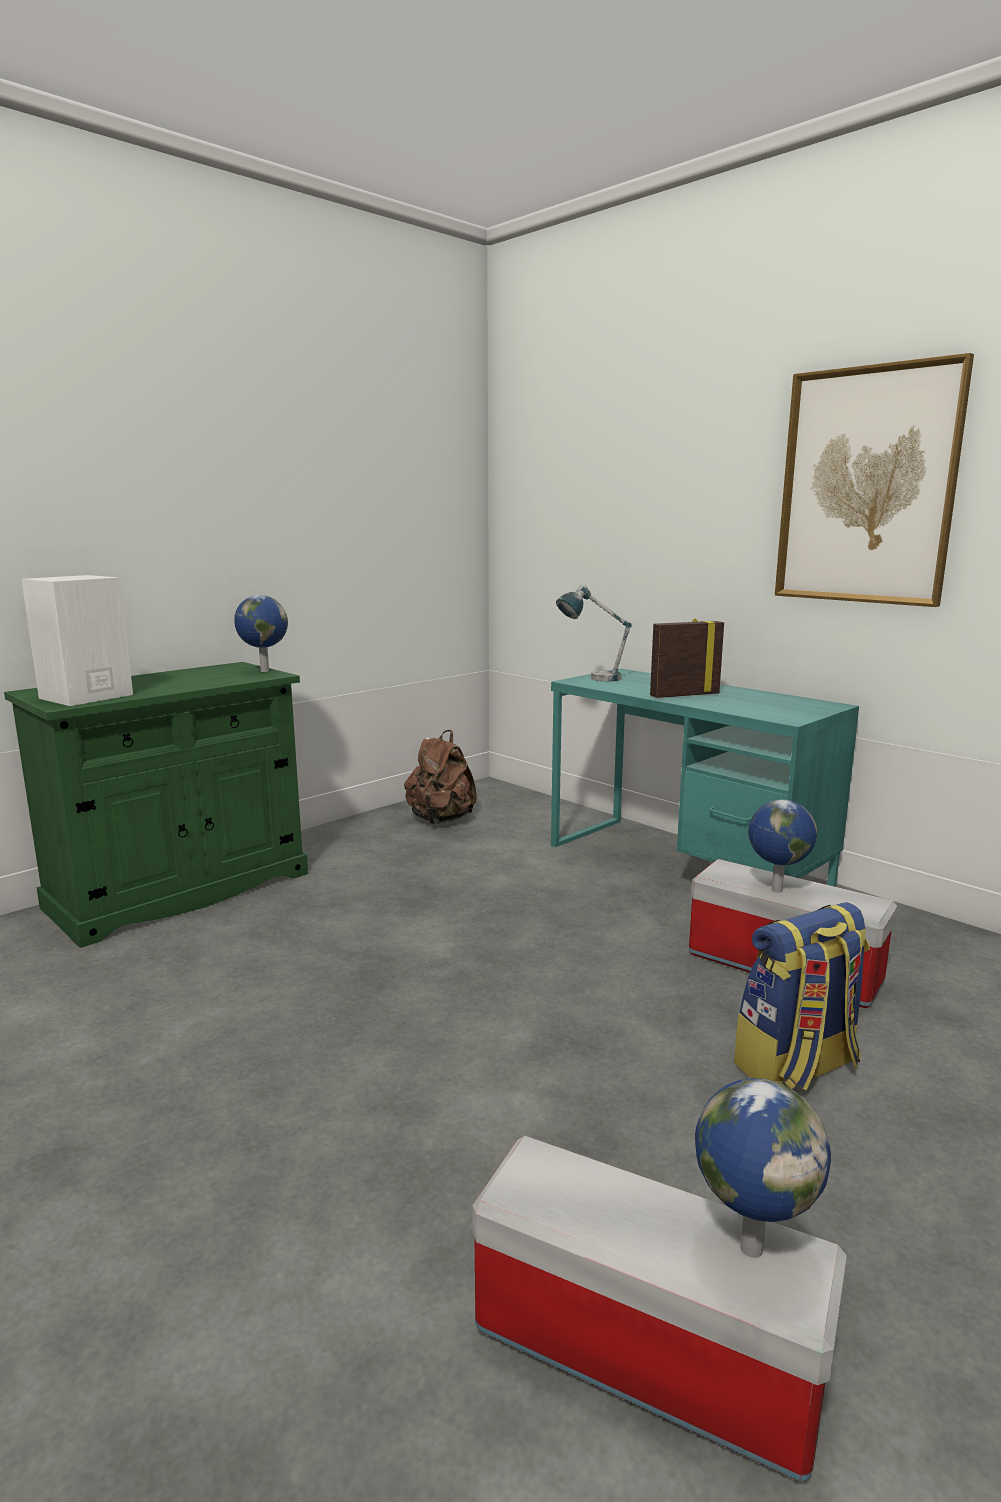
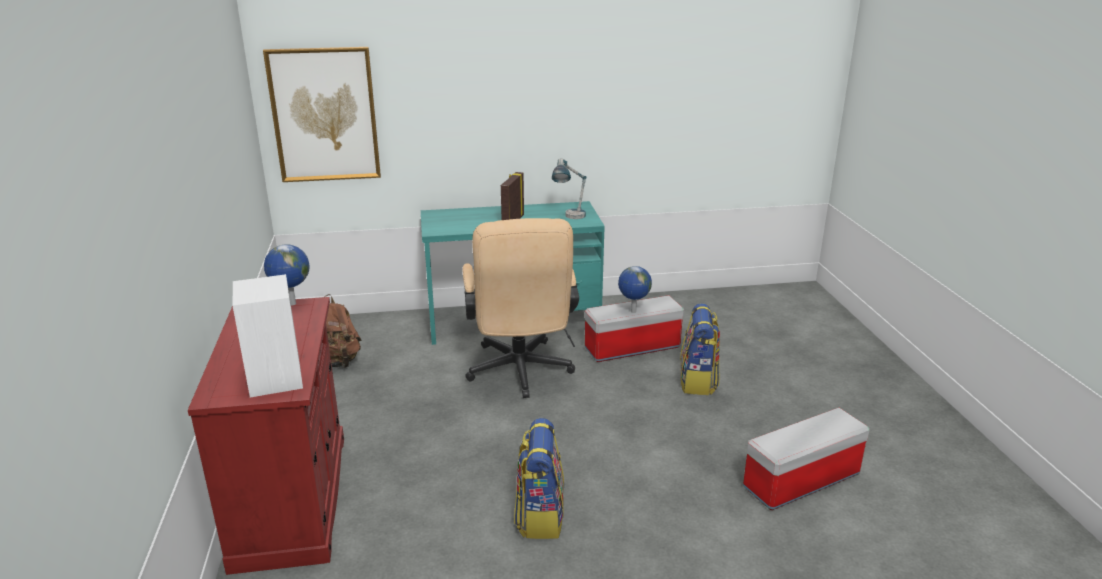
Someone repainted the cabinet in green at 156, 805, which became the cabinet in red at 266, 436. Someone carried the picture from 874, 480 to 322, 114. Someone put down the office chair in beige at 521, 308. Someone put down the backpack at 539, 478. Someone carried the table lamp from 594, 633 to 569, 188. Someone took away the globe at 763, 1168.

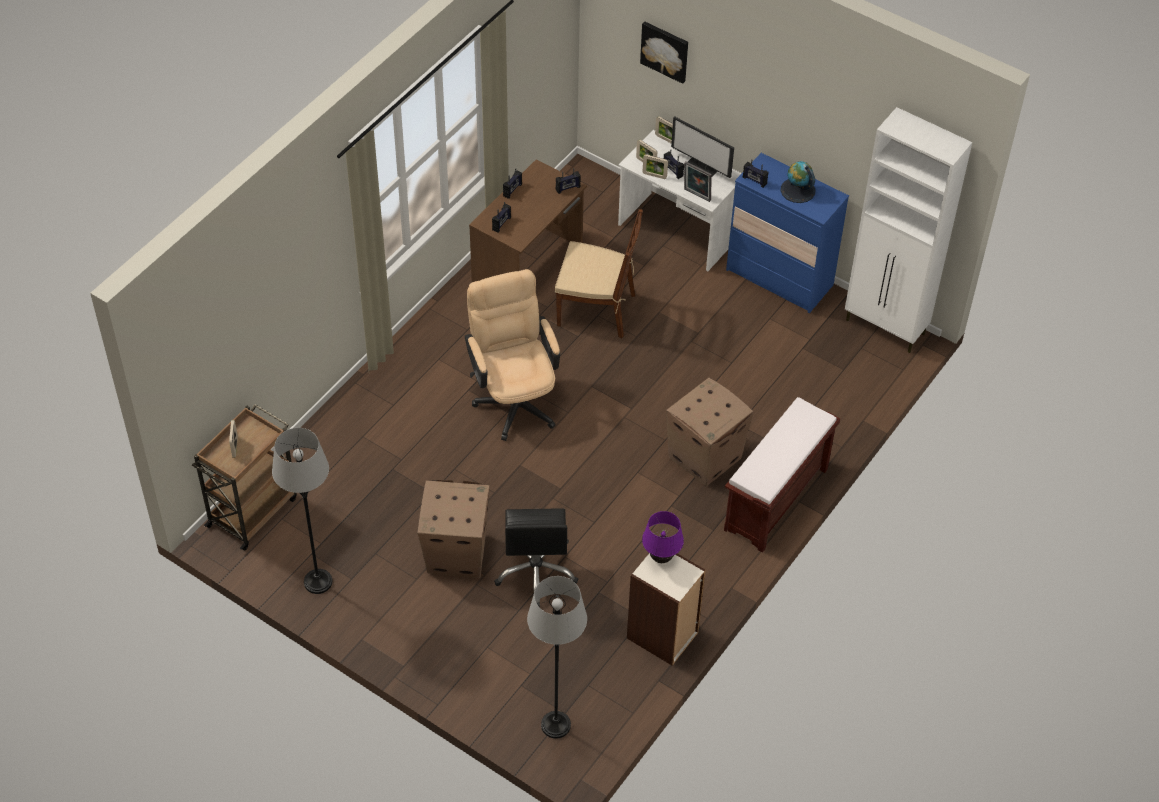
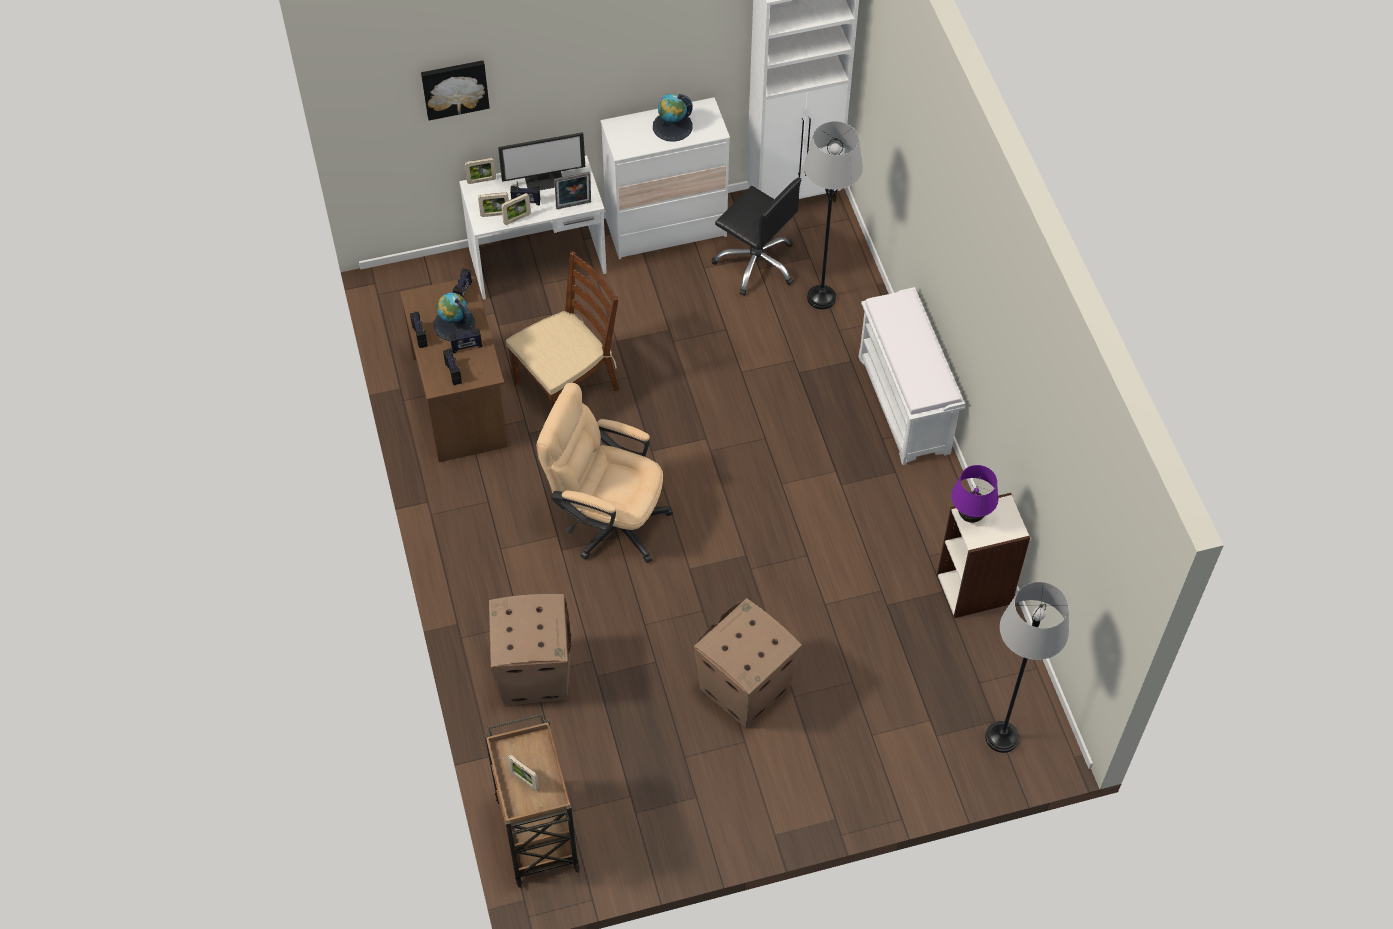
Someone put down the globe at 454, 317. Someone carried the radio from 756, 174 to 466, 339. Someone carried the cardboard box from 709, 432 to 530, 650. Someone repainted the dresser in blue at 787, 233, which became the dresser in white at 665, 178. Someone carried the office chair in black from 536, 557 to 756, 237. Someone carried the floor lamp in grey from 302, 511 to 833, 215. Someone repainted the bench in brown at 782, 475, which became the bench in white at 912, 376.

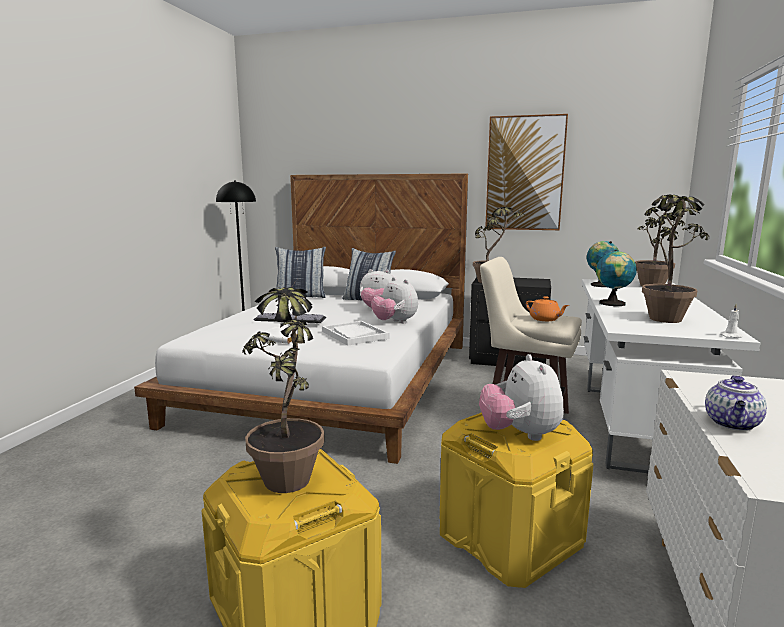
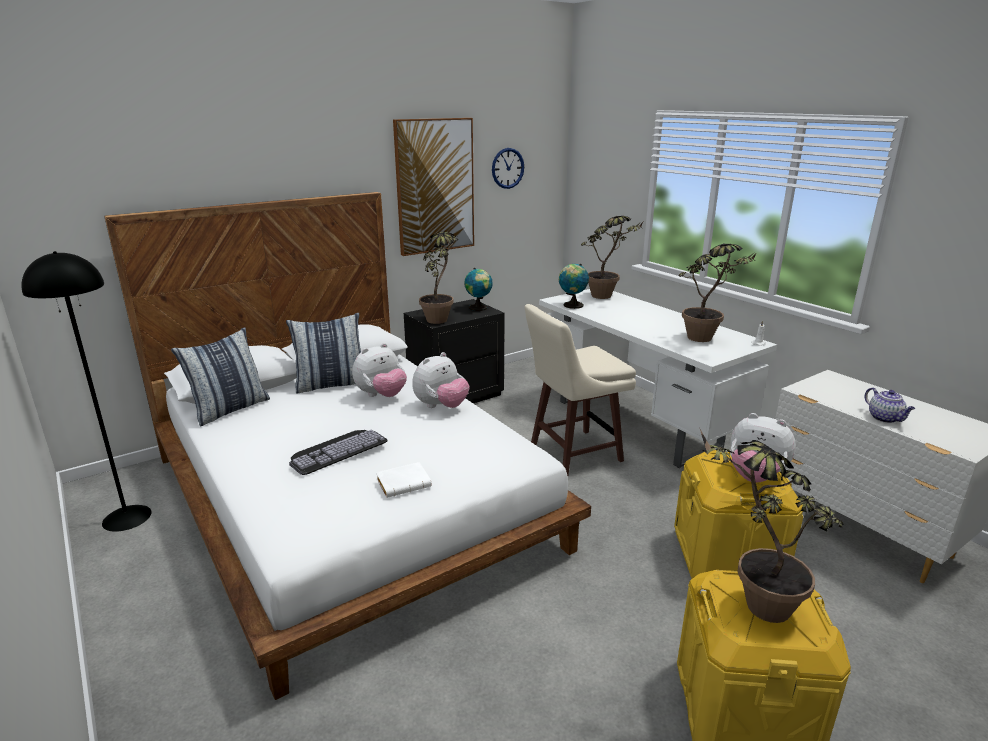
Someone rotated the plush toy at 394, 300 by 45 degrees counterclockwise. Someone carried the globe from 616, 278 to 478, 289. Someone put up the wall clock at 508, 168. Someone took away the tray in white at 355, 333. Someone took away the teapot in orange at 547, 308.

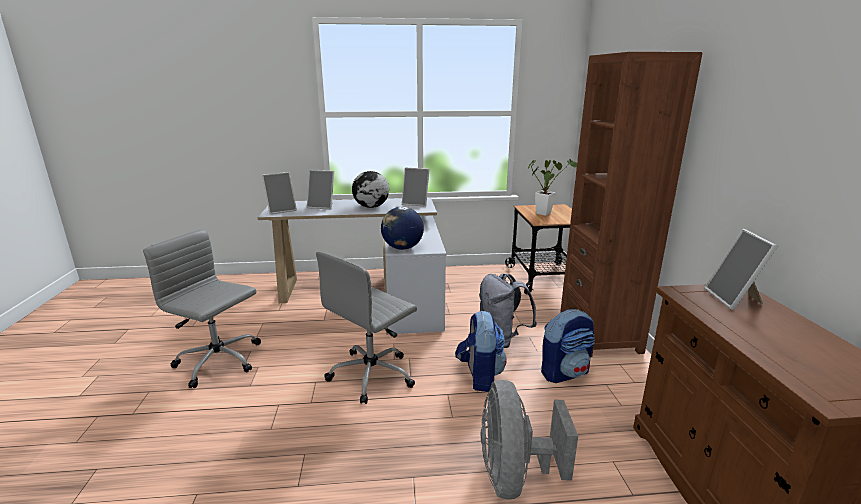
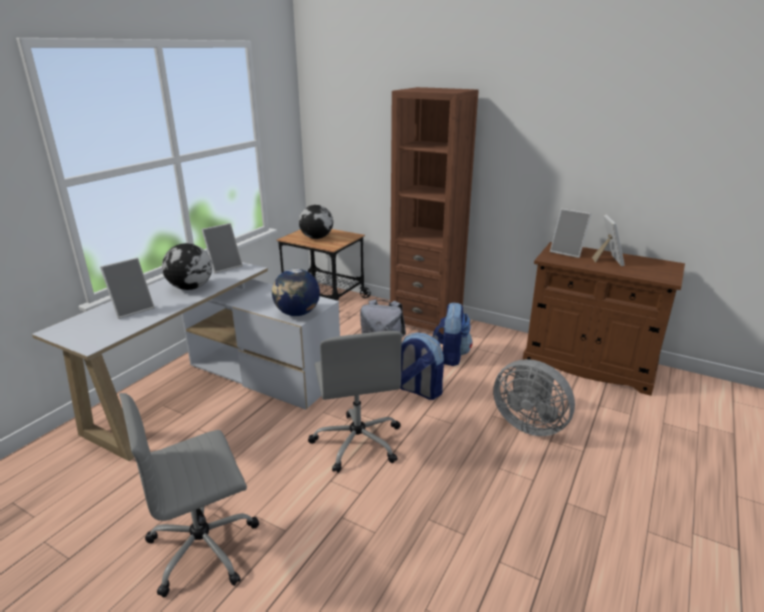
Someone swapped the potted plant at 552, 187 for the globe at 316, 222. Someone carried the picture frame from 279, 193 to 608, 240.

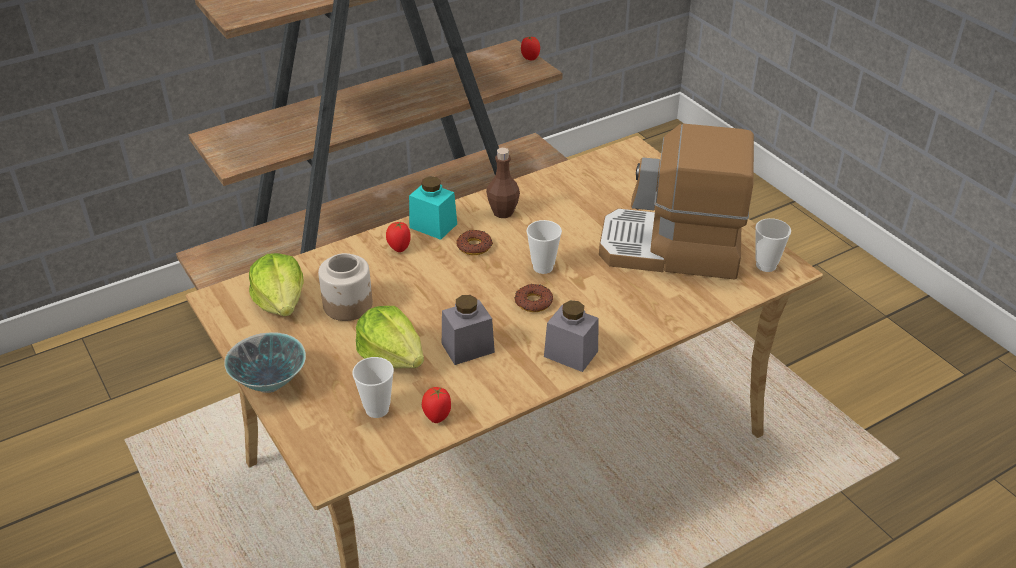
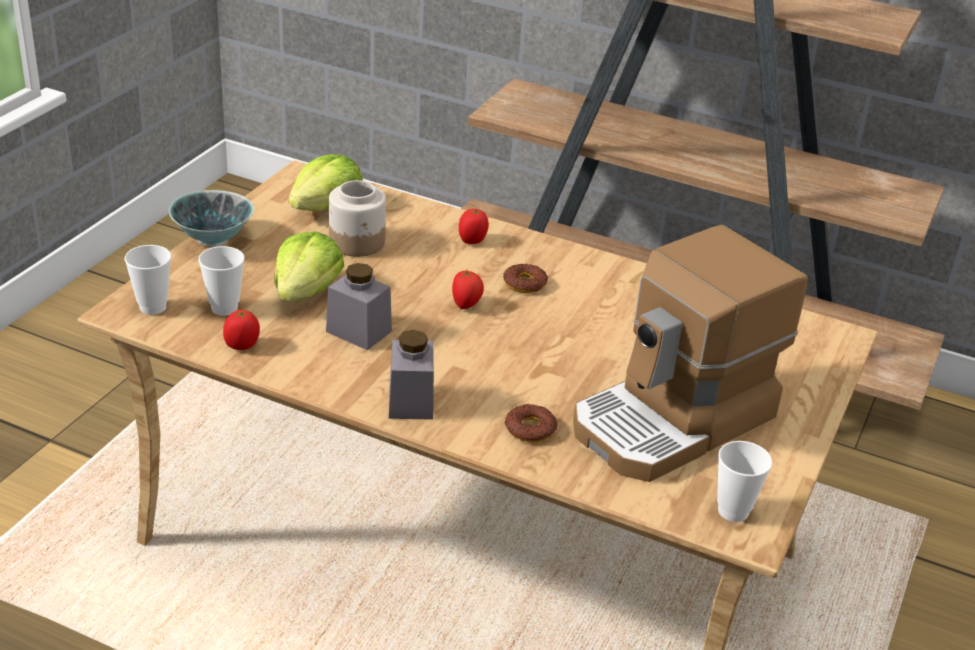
Someone carried the cup from 544, 247 to 147, 280. Someone carried the tomato from 530, 48 to 468, 289. Someone carried the donut from 534, 298 to 531, 423. Someone rotated the coffee machine at 676, 201 by 105 degrees counterclockwise. Someone took away the jar in turquoise at 433, 208. Someone took away the bottle in brown at 503, 183.

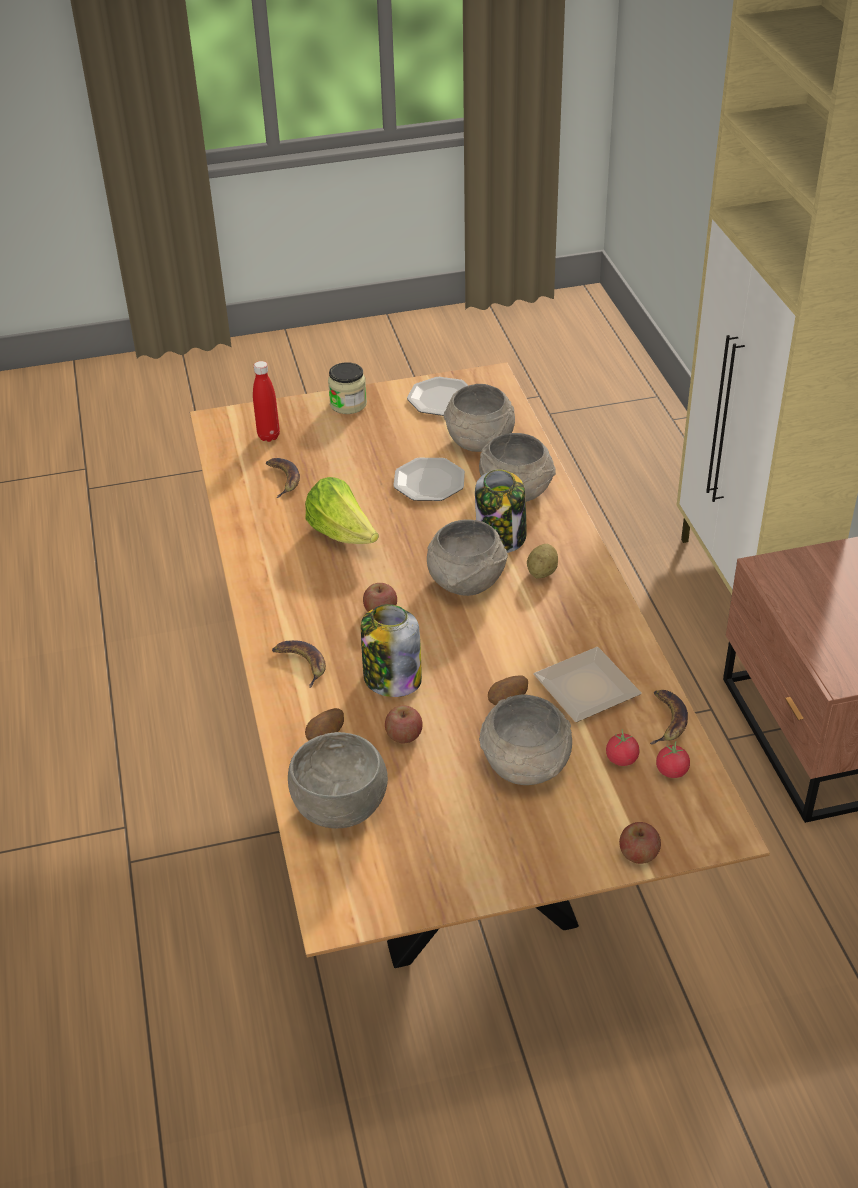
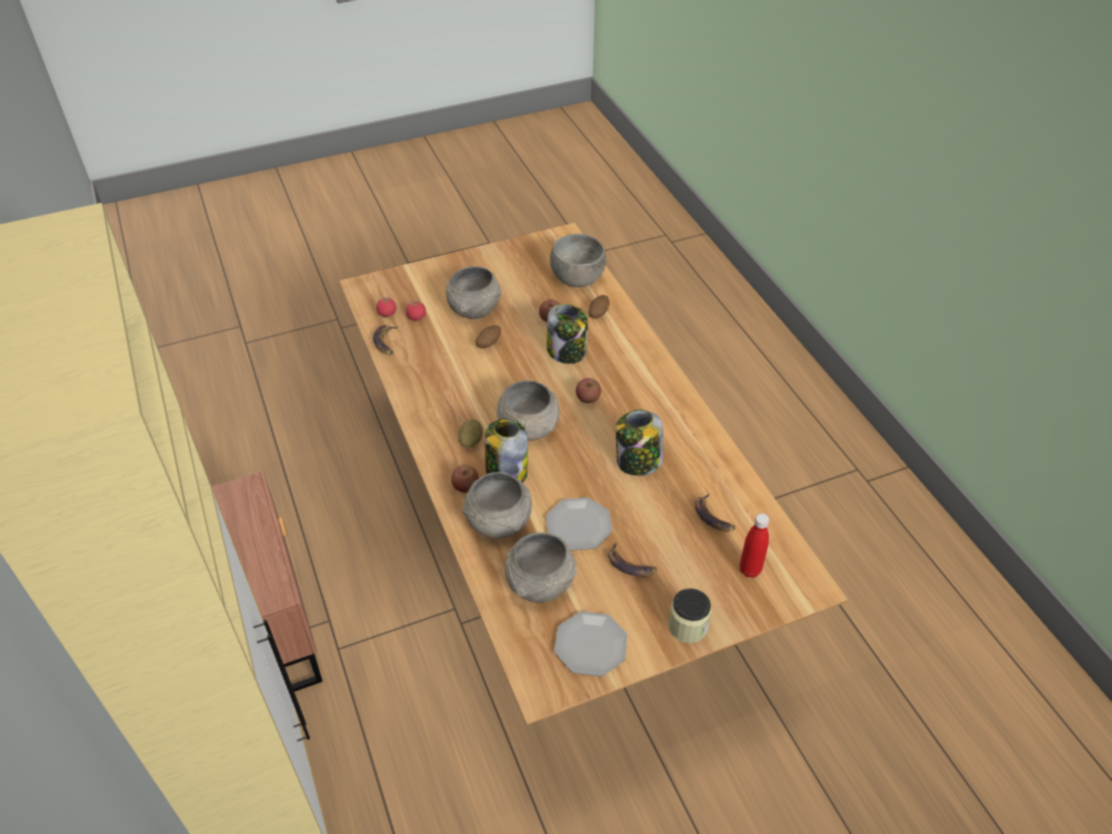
Someone carried the apple from 640, 843 to 465, 479. Someone carried the banana from 299, 664 to 632, 559. Someone swapped the lettuce at 342, 510 for the jar at 639, 443. Someone took away the plate at 587, 684.

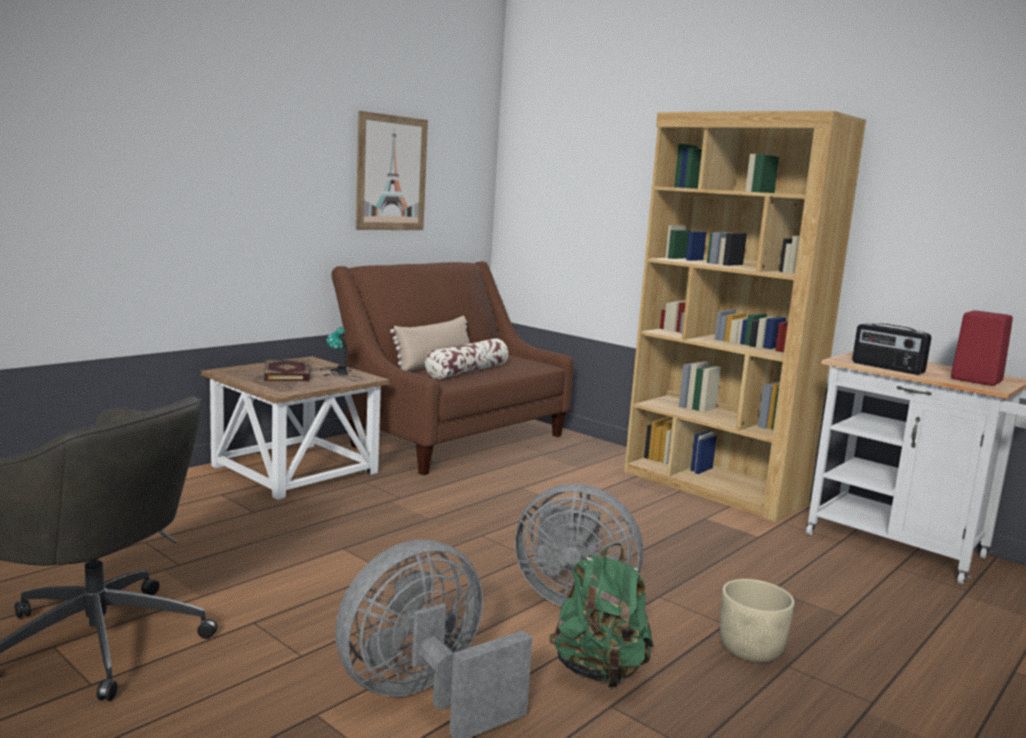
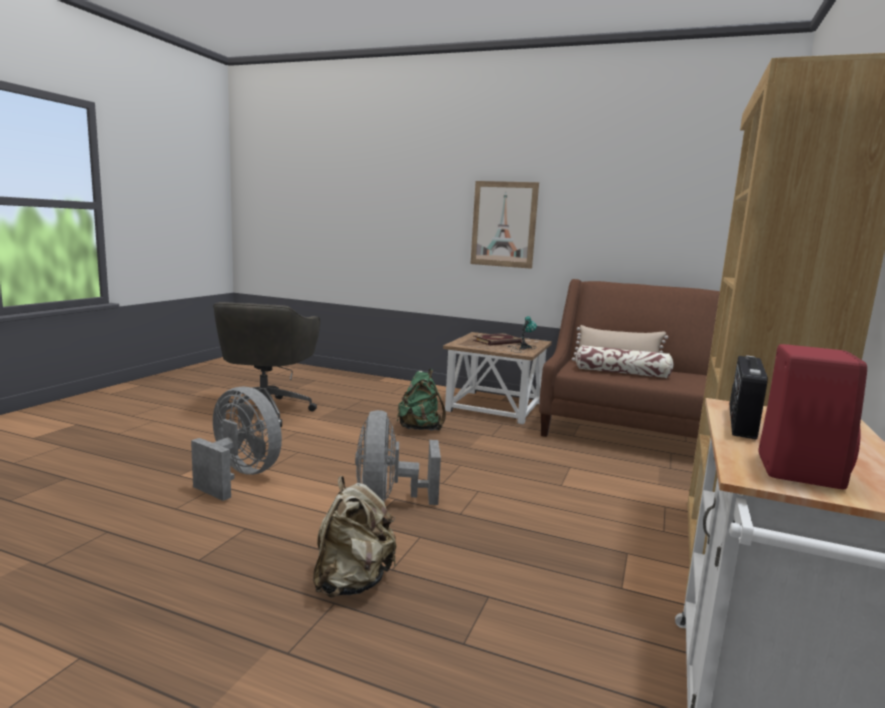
Someone swapped the planter in beige at 757, 620 for the backpack in beige at 354, 537. Someone carried the backpack in green from 601, 615 to 421, 400. Someone carried the picture from 392, 170 to 505, 225.

